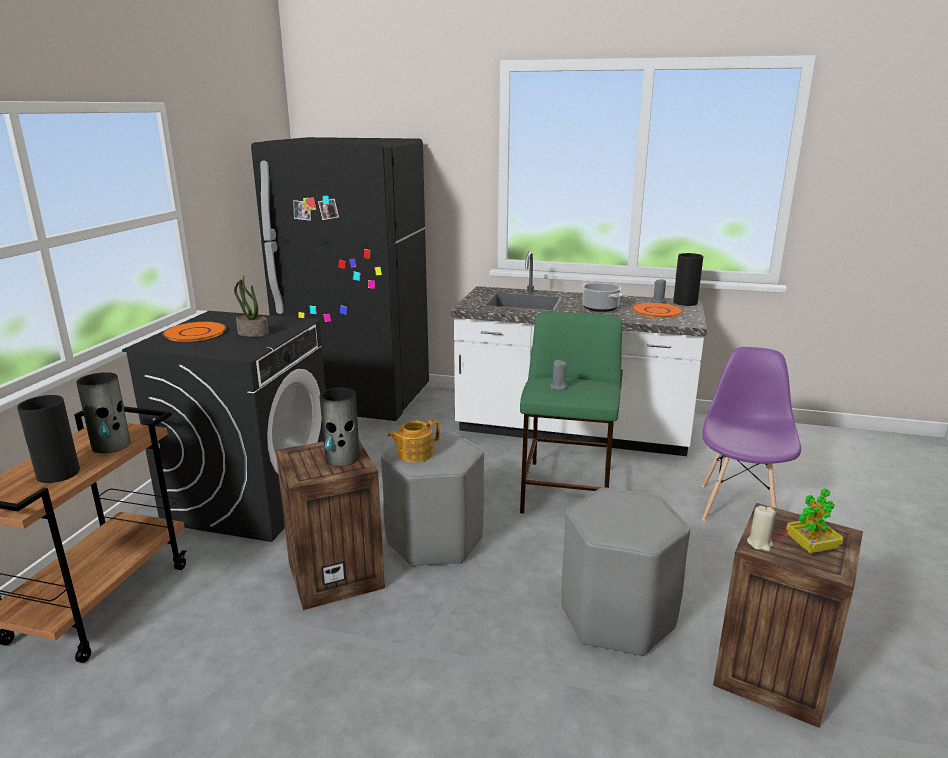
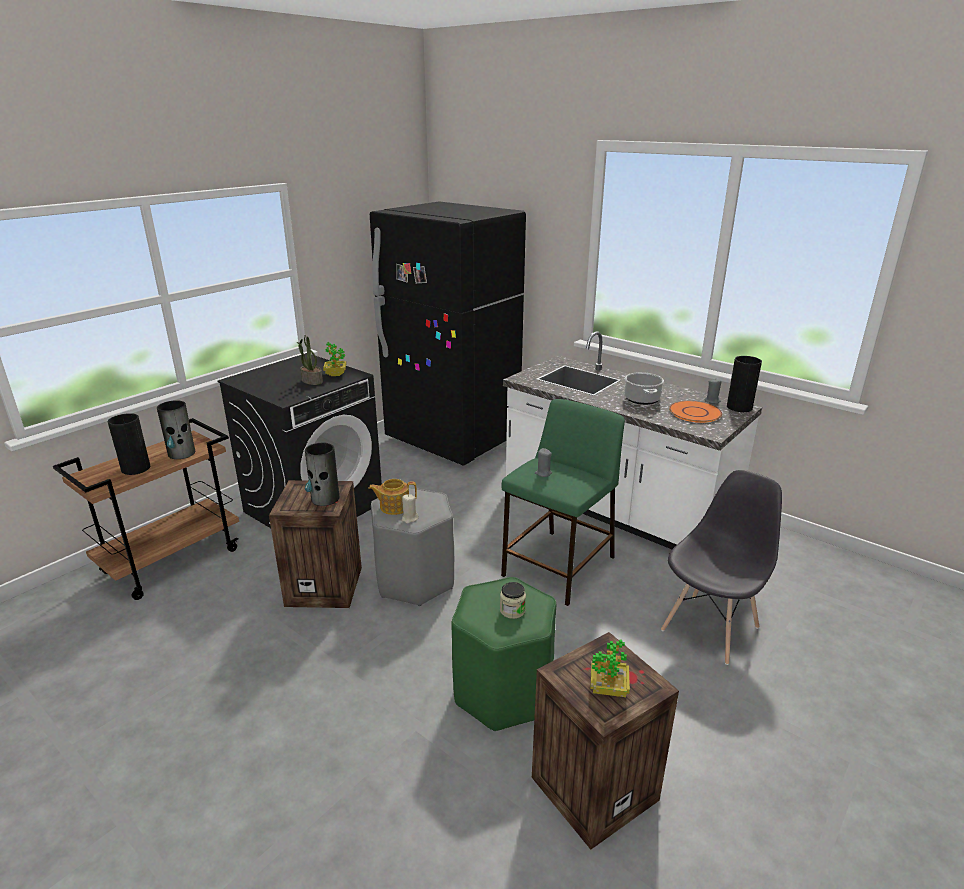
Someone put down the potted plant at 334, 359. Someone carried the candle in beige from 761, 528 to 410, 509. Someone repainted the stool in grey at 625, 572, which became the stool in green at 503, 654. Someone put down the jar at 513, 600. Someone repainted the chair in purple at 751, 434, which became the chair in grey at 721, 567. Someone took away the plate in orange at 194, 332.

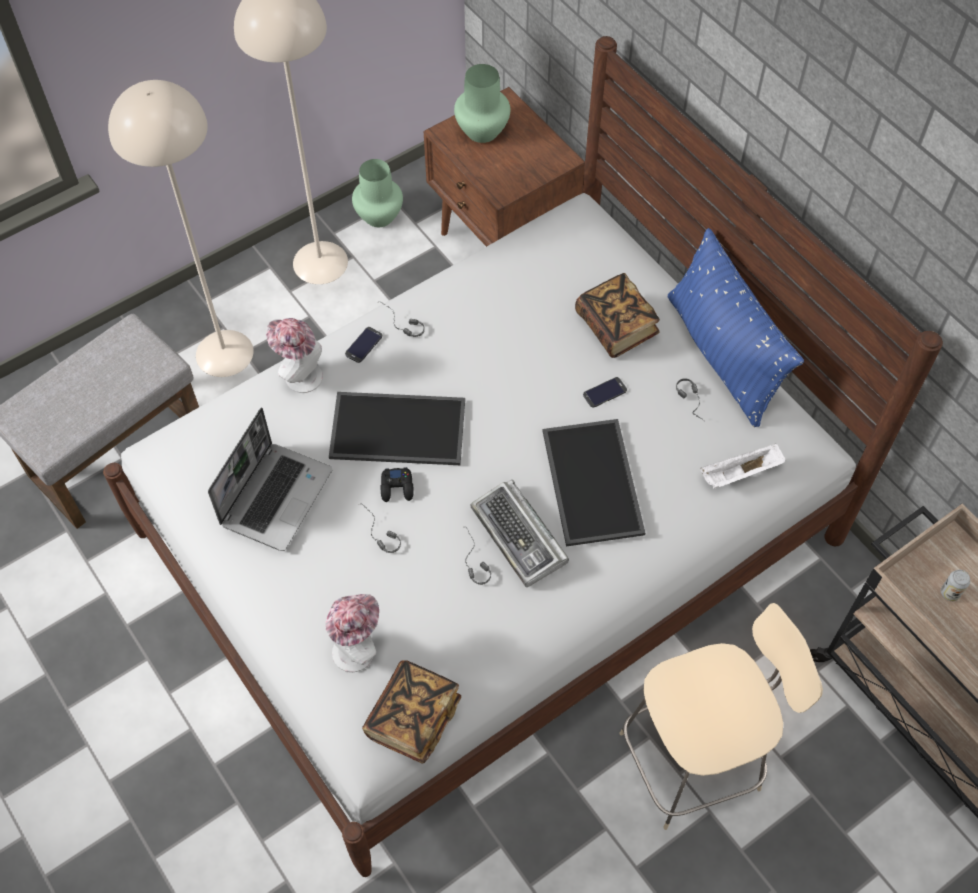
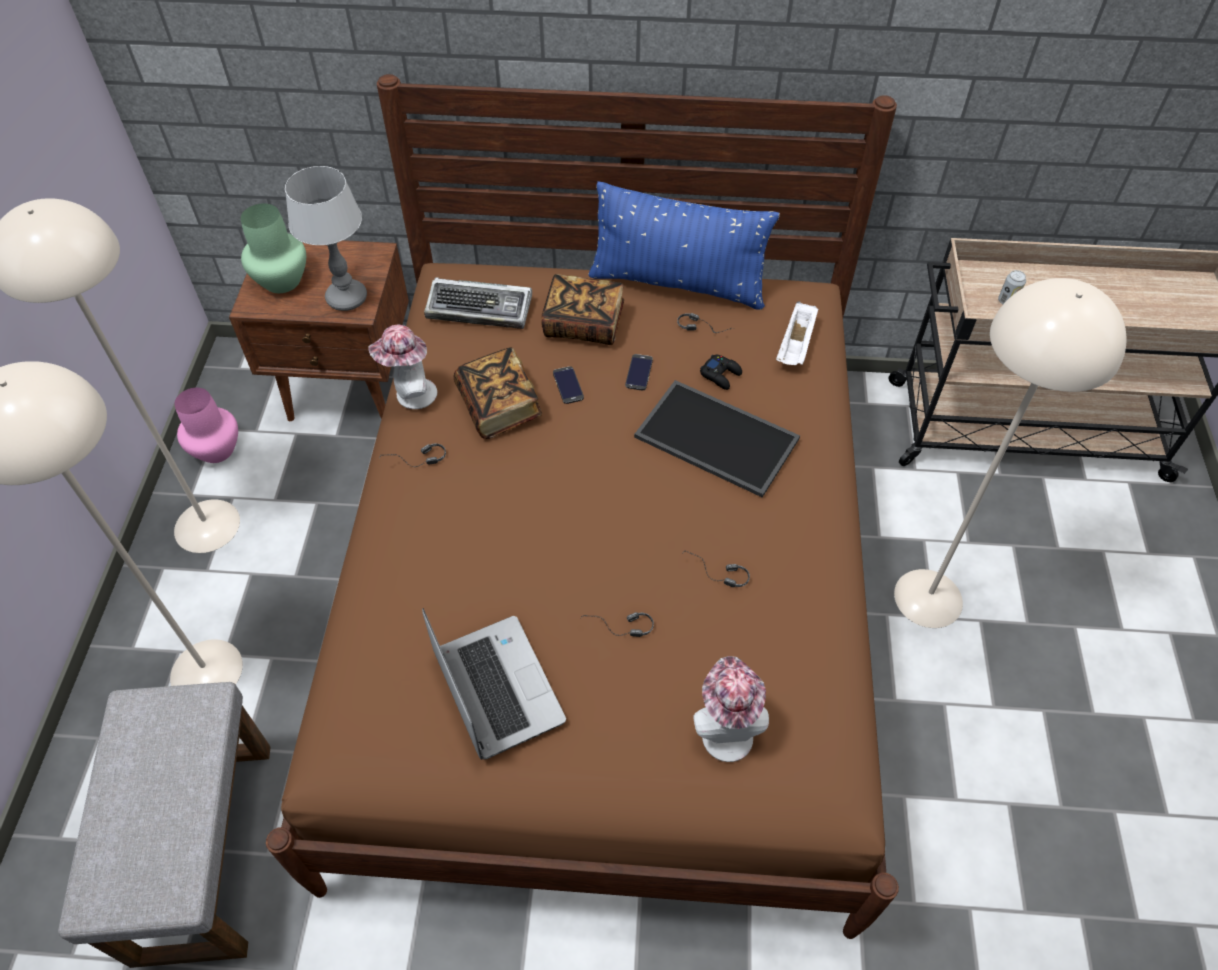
Someone repainted the vase in green at 377, 193, which became the vase in pink at 206, 425. Someone repainted the bed in white at 523, 456, which became the bed in brown at 582, 506. Someone put down the table lamp at 326, 238. Someone carried the hat from 294, 355 to 402, 367. Someone carried the keyboard from 520, 533 to 478, 303. Someone carried the book from 411, 712 to 498, 393. Someone carried the phone from 364, 345 to 568, 385. Someone carried the game controller in black from 397, 484 to 721, 372. Someone swapped the chair in beige at 721, 716 for the floor lamp in beige at 1010, 453. Someone took away the tray at 397, 428.

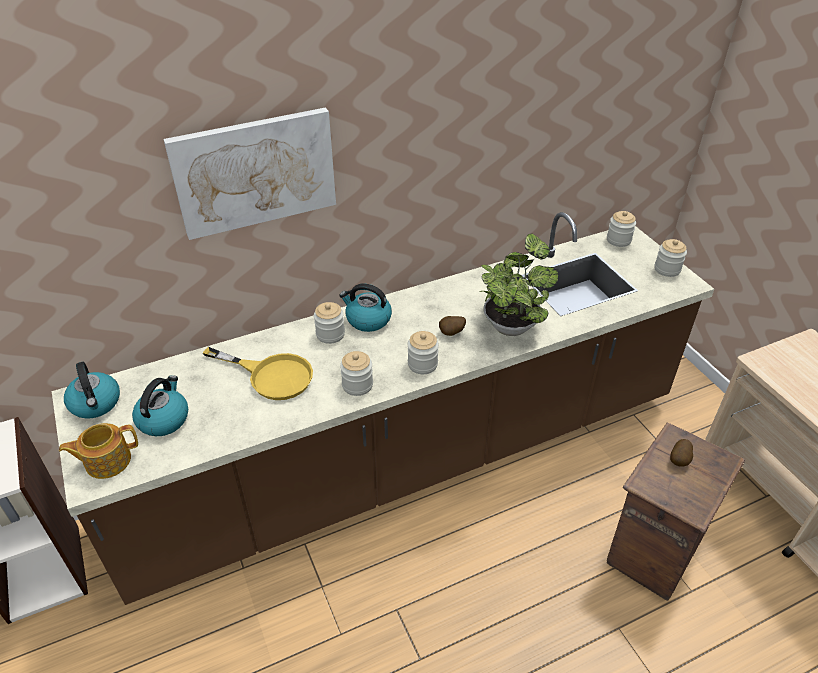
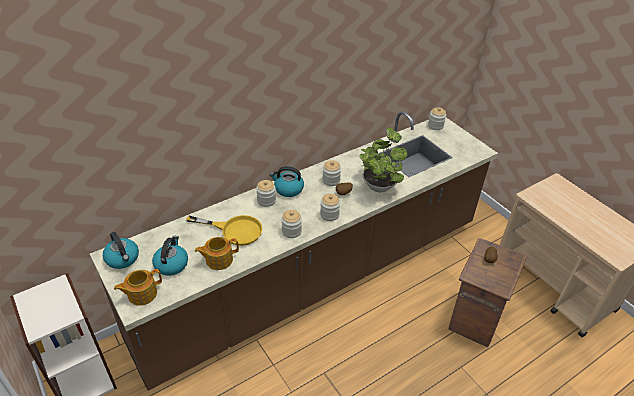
Someone put down the teapot at 217, 253. Someone carried the jar from 671, 258 to 331, 173. Someone took away the picture at 249, 174.

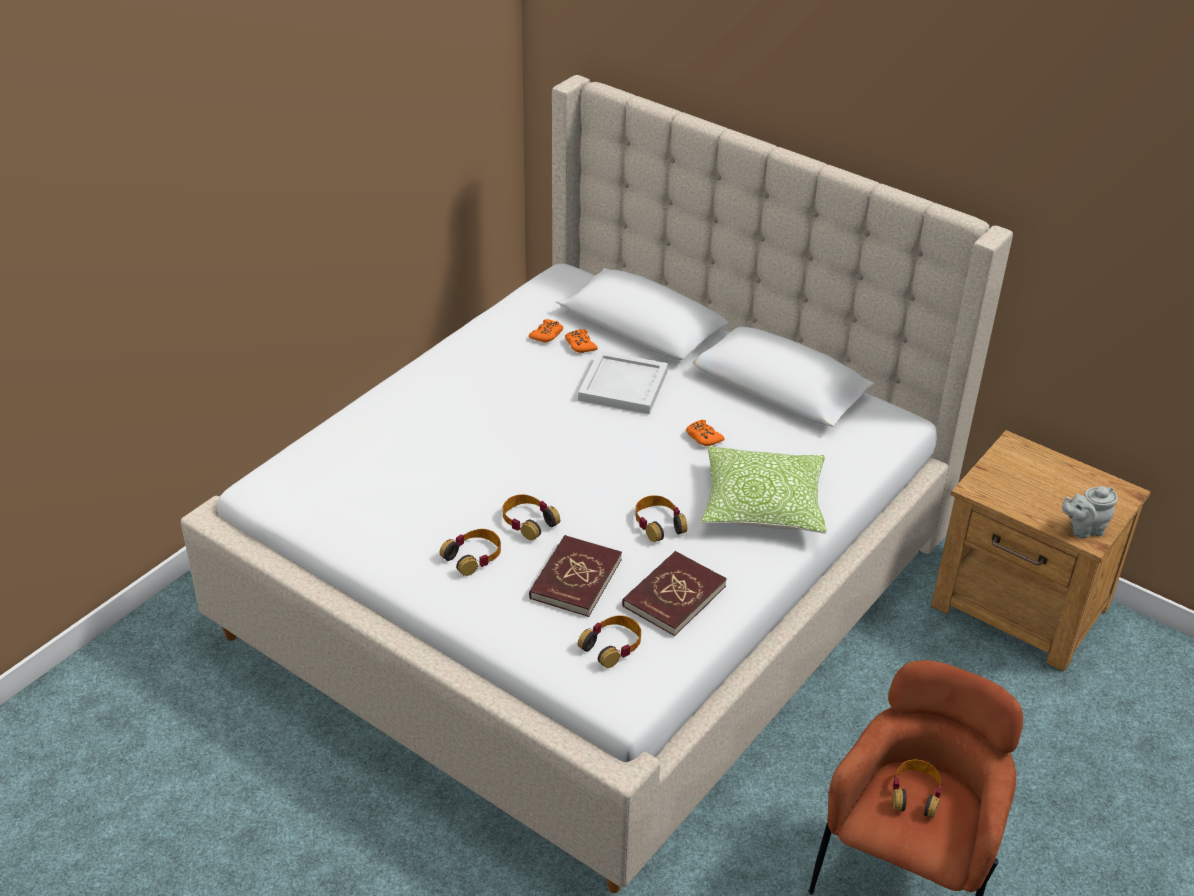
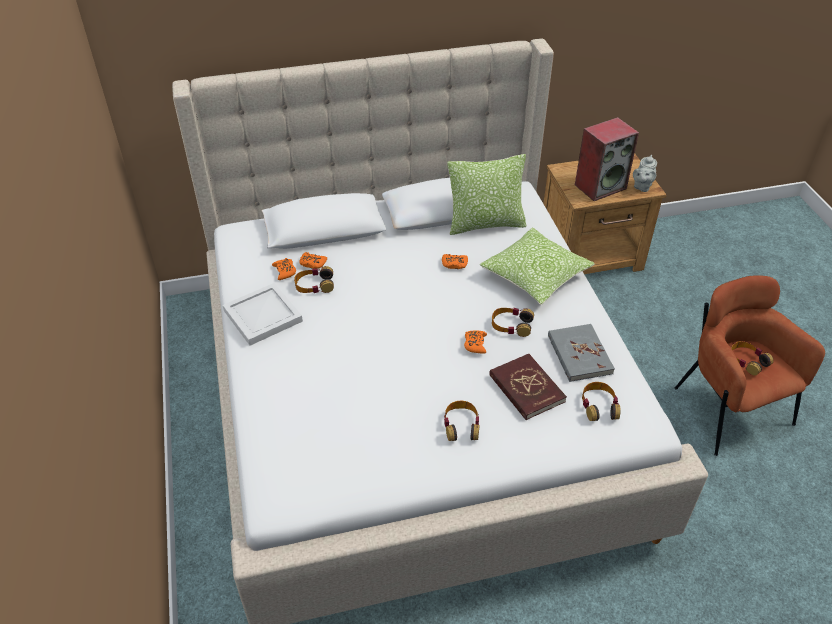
Someone carried the tray in white from 623, 382 to 263, 314. Someone carried the headphones from 531, 517 to 314, 279. Someone put down the pillow at 487, 194. Someone put down the game controller in orange at 475, 342. Someone repainted the book in red at 674, 593, which became the book in grey at 581, 353. Someone put down the speaker at 607, 159.

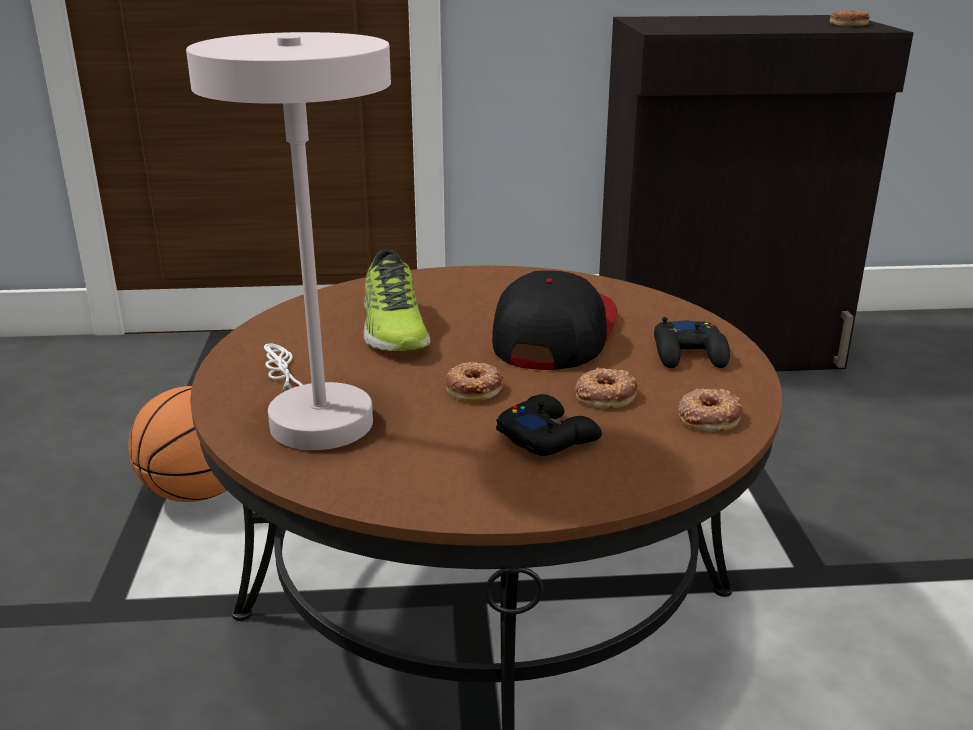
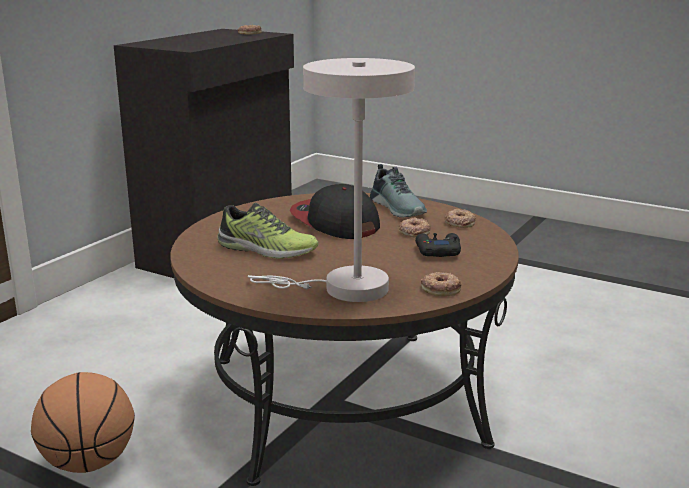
Someone swapped the game controller in black at 692, 342 for the shoe at 398, 191. Someone carried the donut from 475, 382 to 441, 284.

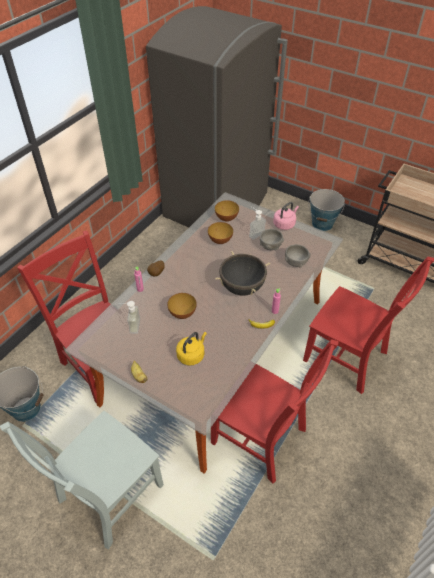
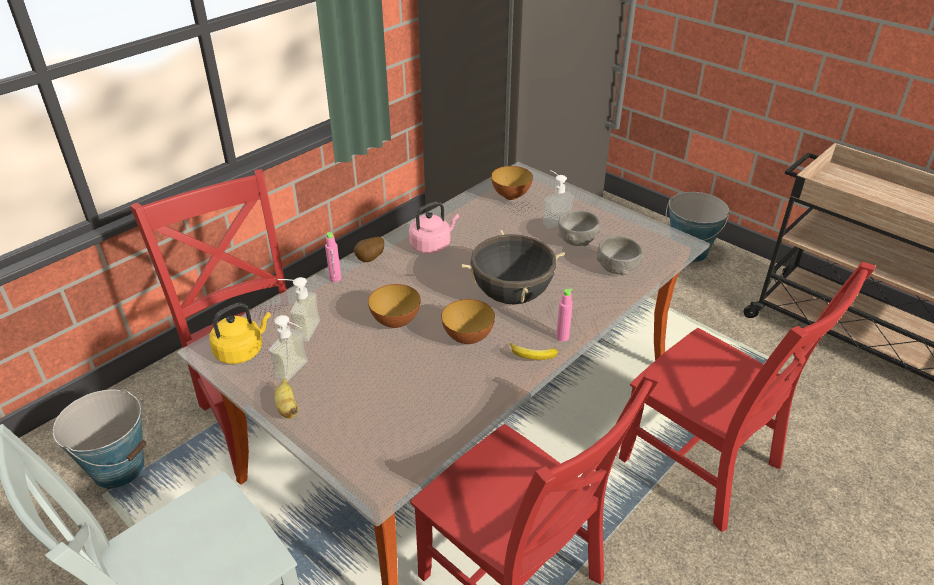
Someone carried the kettle in yellow from 191, 348 to 240, 333. Someone put down the soap dispenser at 288, 348. Someone carried the kettle in pink from 286, 216 to 434, 228. Someone carried the bowl from 220, 233 to 468, 321.

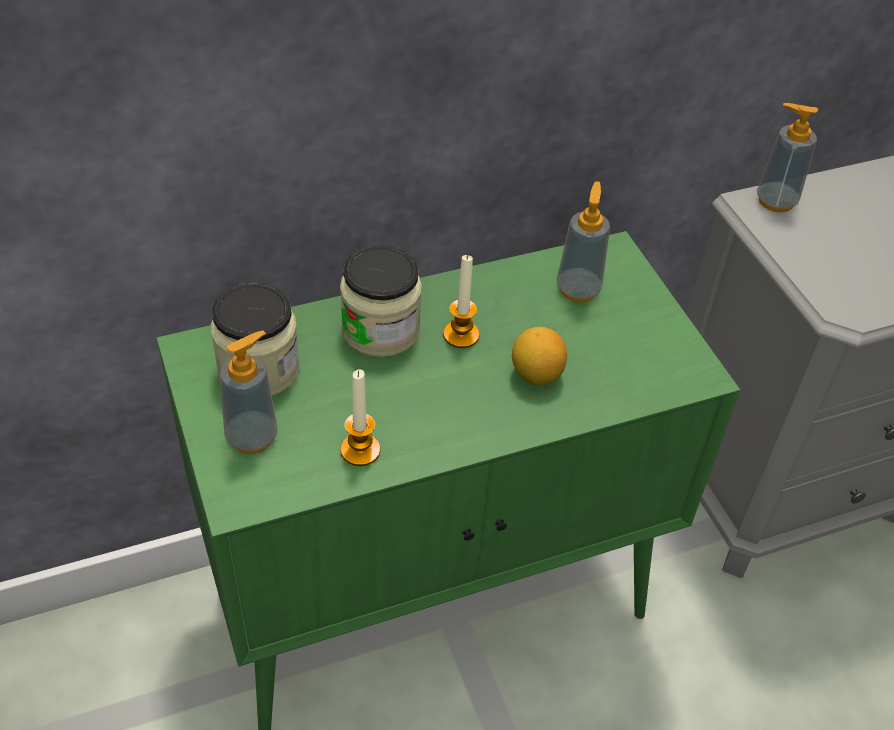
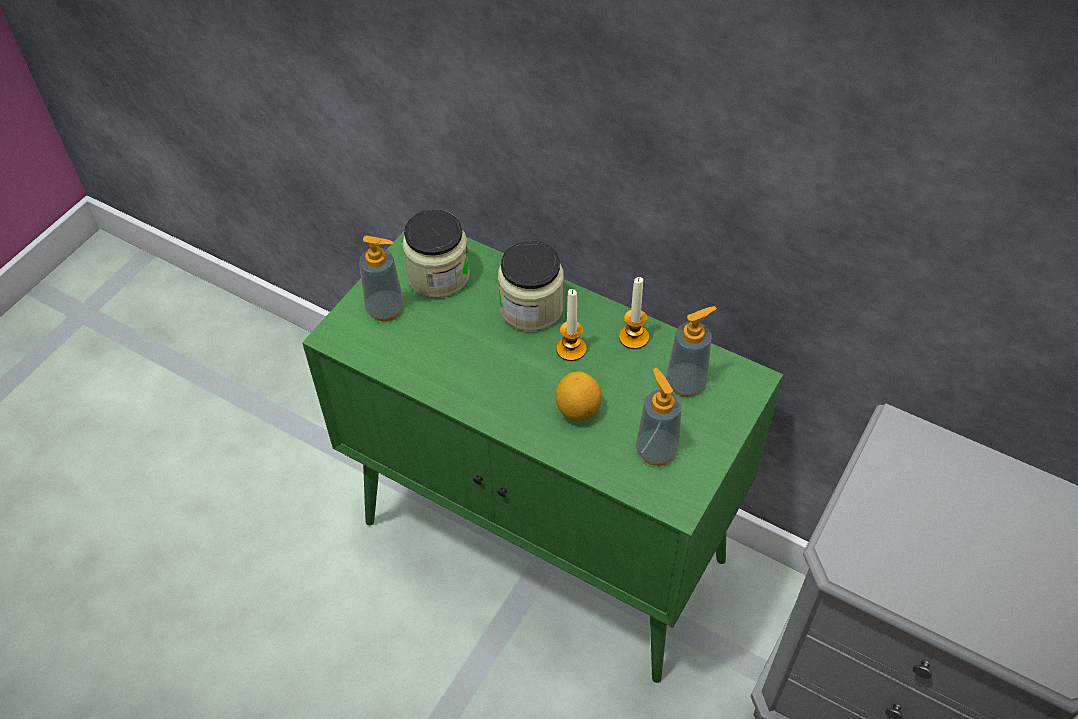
Someone carried the candle from 360, 417 to 634, 313. Someone carried the soap dispenser from 787, 158 to 659, 417.

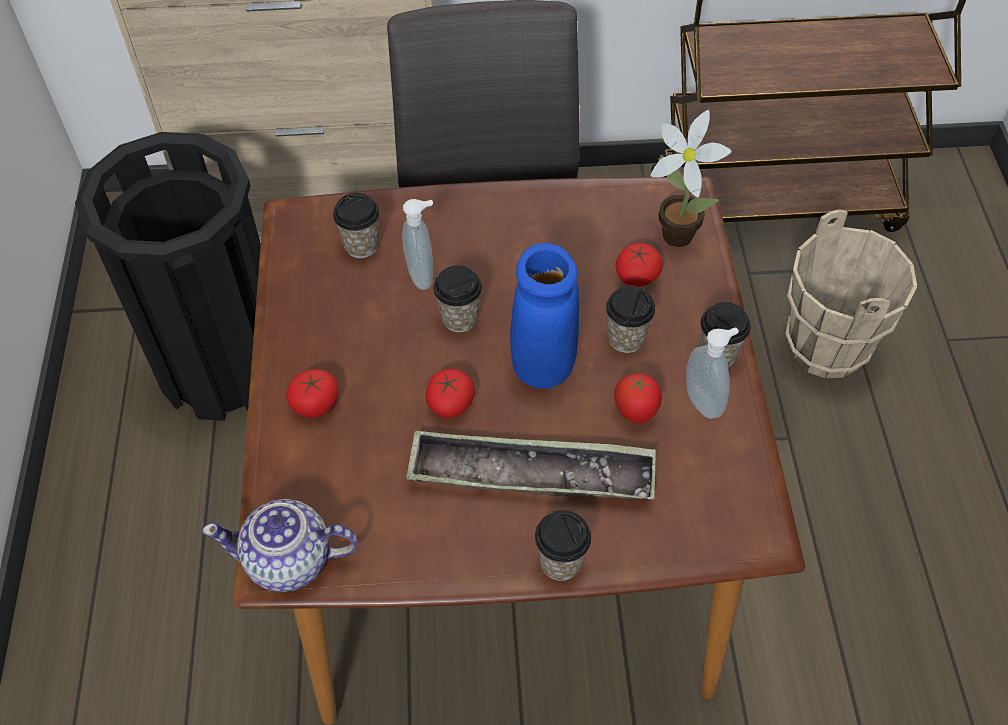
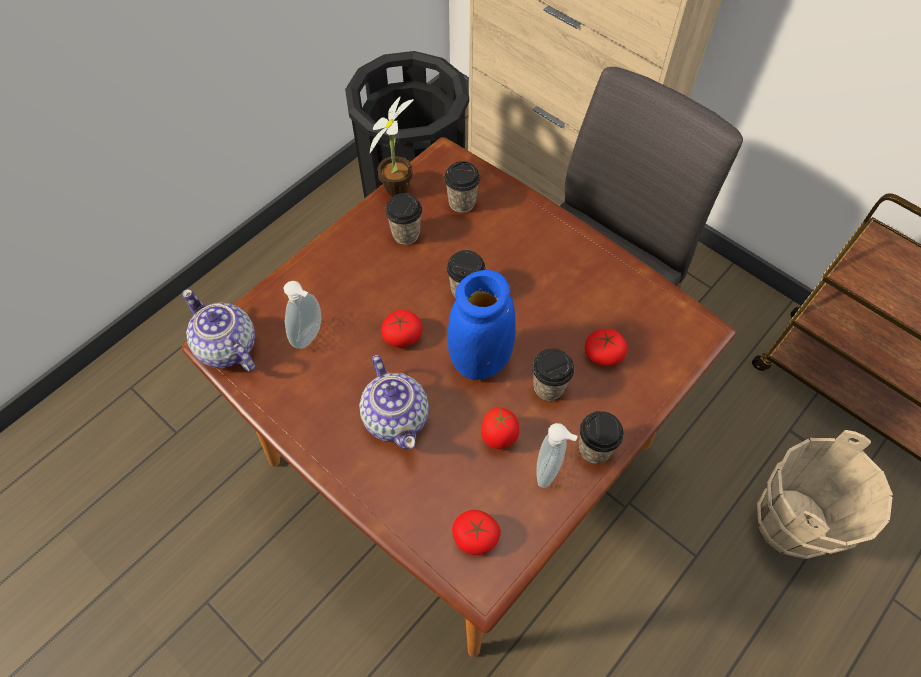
Someone carried the soap dispenser from 417, 244 to 302, 315. Someone swapped the tray at 531, 464 for the teapot at 394, 402. Someone carried the potted plant from 691, 178 to 392, 146. Someone carried the cup from 563, 545 to 403, 219. Someone carried the tomato from 312, 393 to 476, 532.

